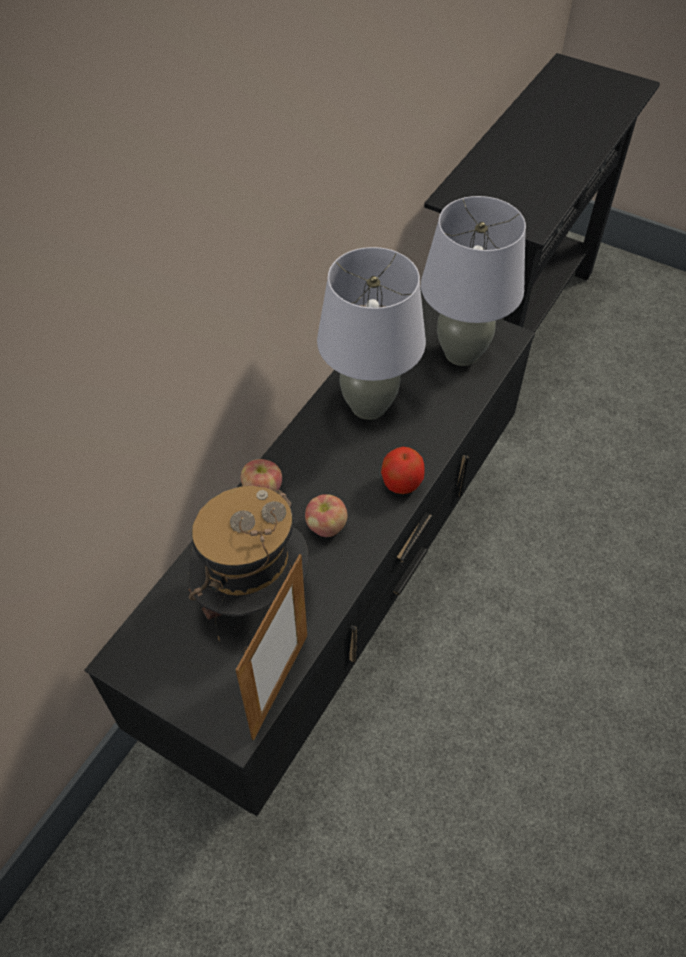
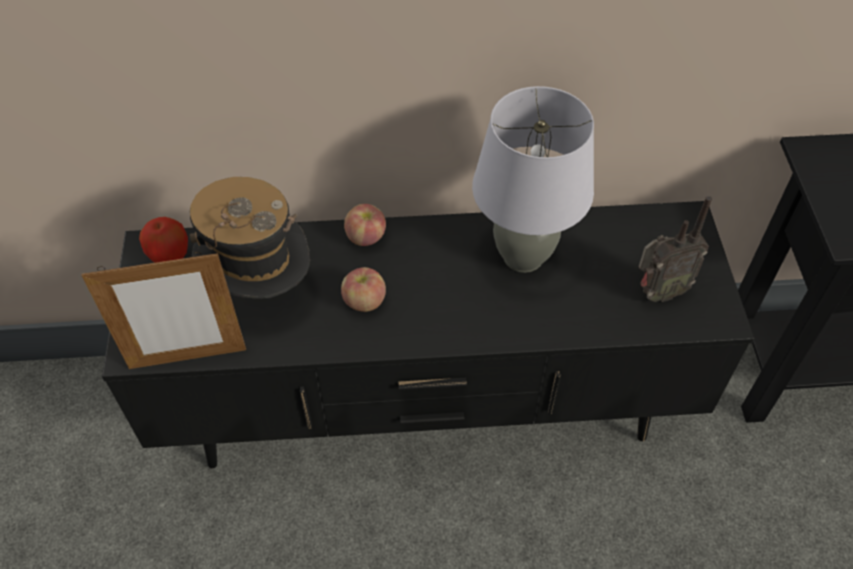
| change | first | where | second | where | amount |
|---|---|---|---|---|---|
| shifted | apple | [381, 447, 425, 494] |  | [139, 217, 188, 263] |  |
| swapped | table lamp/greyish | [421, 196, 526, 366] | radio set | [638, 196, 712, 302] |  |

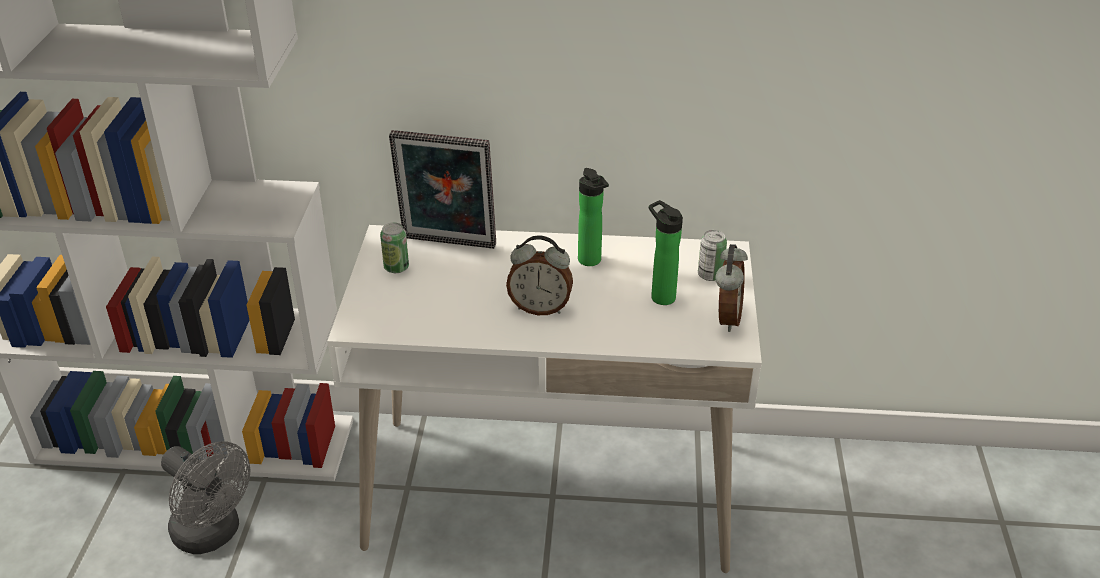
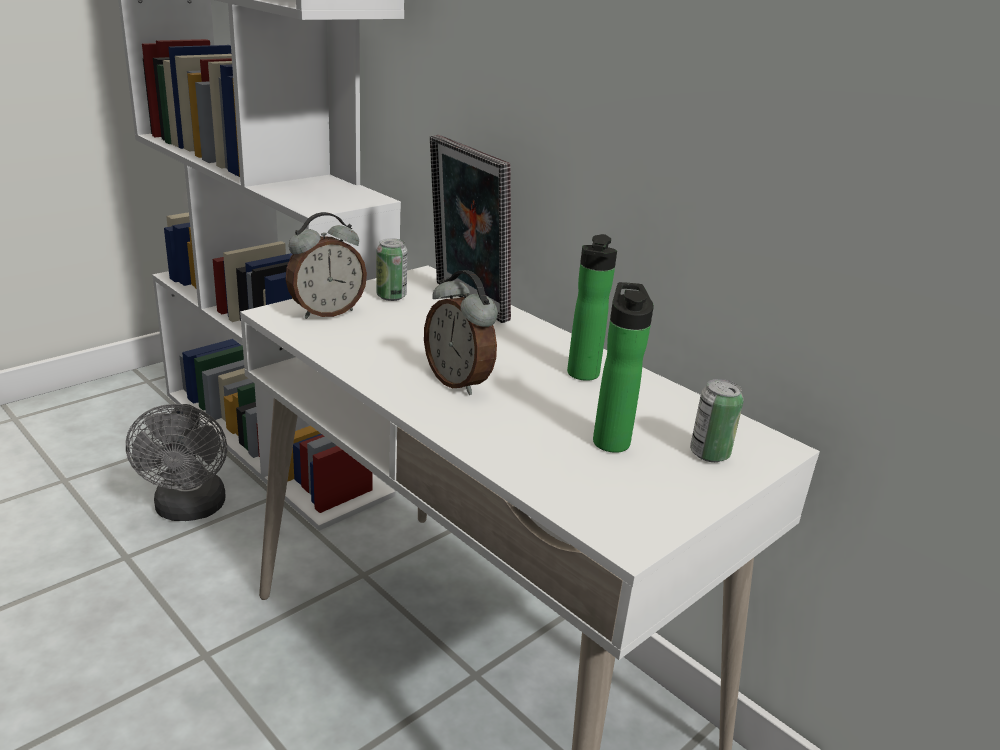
| change | first | where | second | where | amount |
|---|---|---|---|---|---|
| shifted | table clock | [715, 244, 748, 332] |  | [286, 212, 367, 319] |  |

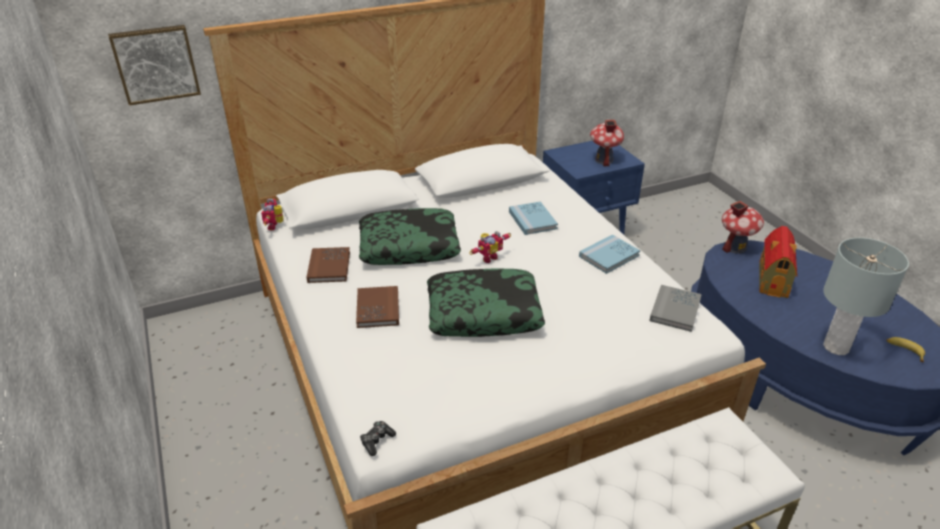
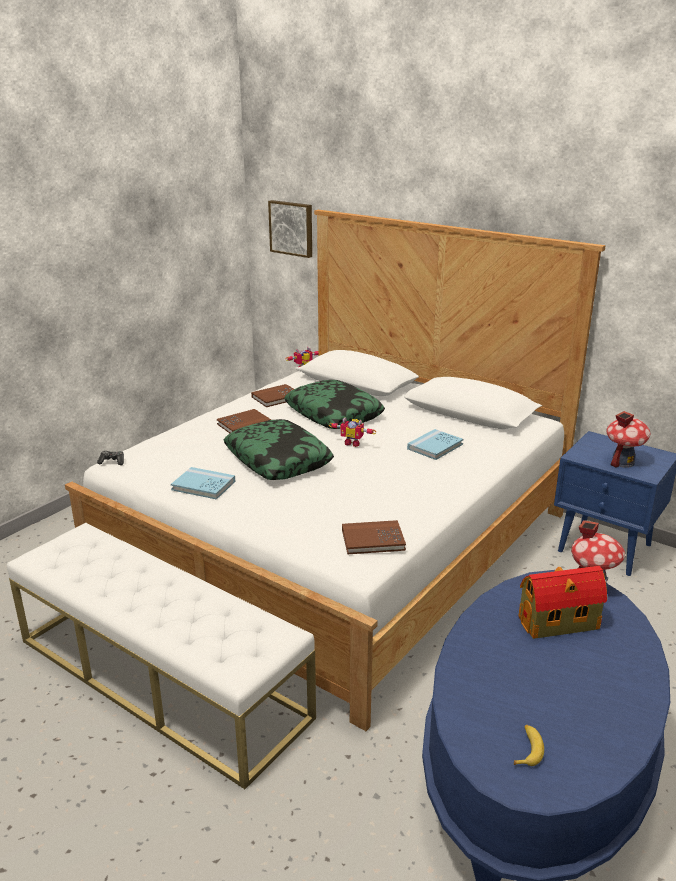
| change | first | where | second | where | amount |
|---|---|---|---|---|---|
| shifted | bound book/bluish | [579, 234, 640, 274] |  | [171, 467, 235, 500] |  |
| repainted | bound book/greyish | [649, 285, 702, 332] | bound book/brownish | [342, 520, 406, 554] |  |
| gone | table lamp/greyish | [823, 238, 909, 355] |  |  |  |

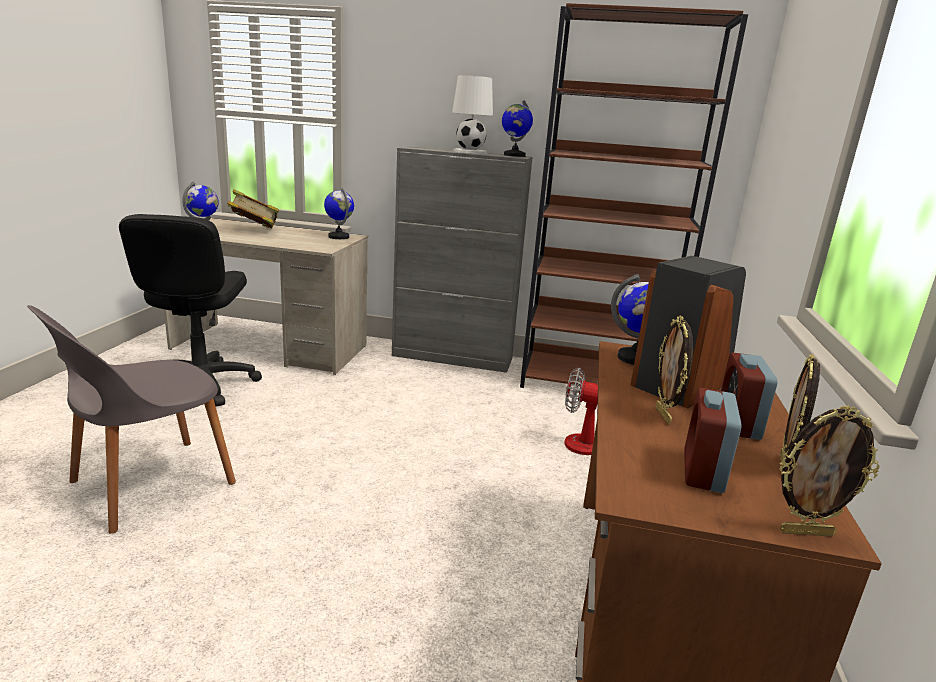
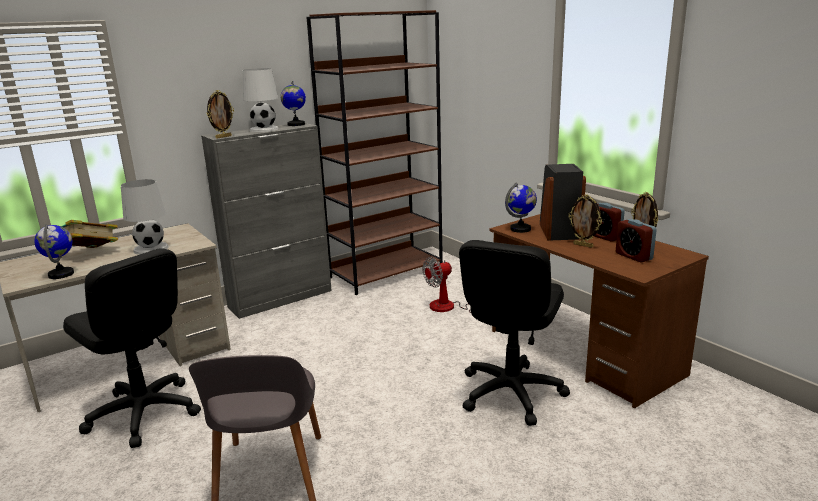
| change | first | where | second | where | amount |
|---|---|---|---|---|---|
| gone | world globe | [324, 188, 354, 239] |  |  |  |
| shifted | standing frame | [780, 406, 880, 537] |  | [207, 90, 234, 138] |  |
| new |  |  | table lamp/whitish | [121, 179, 169, 255] |  |
| new |  |  | computer chair/blackish | [459, 240, 570, 426] |  |

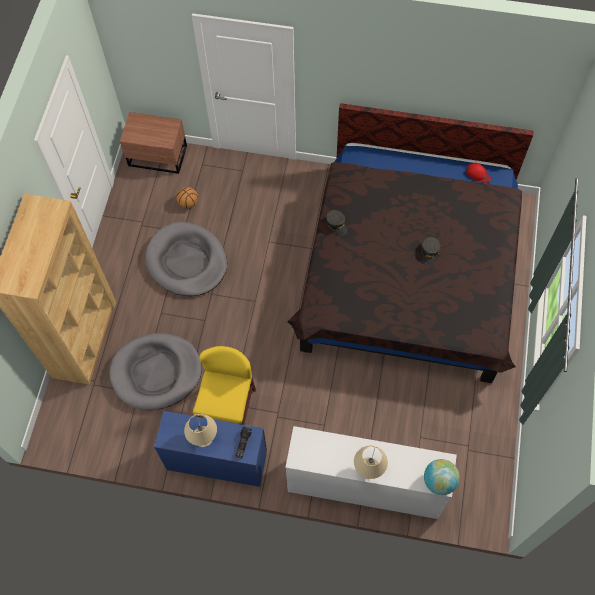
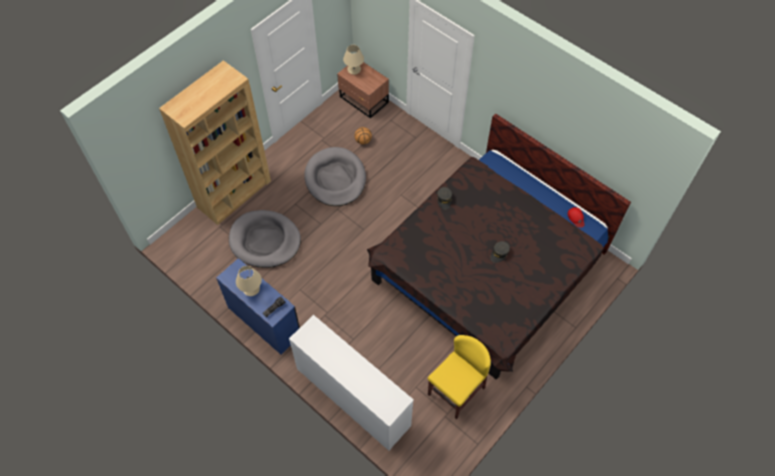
| change | first | where | second | where | amount |
|---|---|---|---|---|---|
| shifted | upright chair/yellowish | [193, 346, 256, 425] |  | [428, 335, 491, 419] |  |
| shifted | table lamp/beige-coloured | [354, 446, 388, 479] |  | [343, 45, 364, 75] |  |
| gone | world globe | [424, 459, 460, 495] |  |  |  |

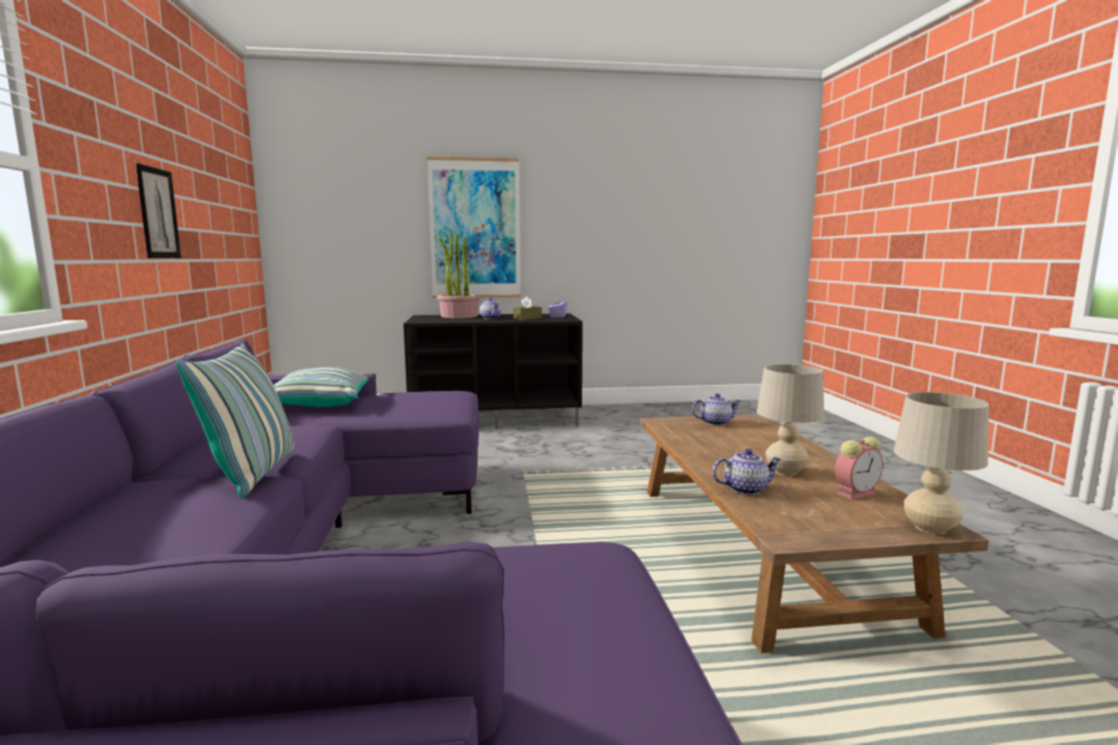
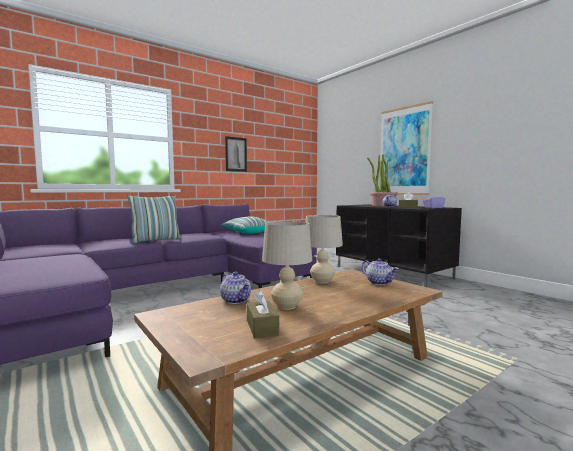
| change | first | where | second | where | amount |
|---|---|---|---|---|---|
| swapped | table clock | [835, 436, 883, 500] | tissue box/brownish | [247, 290, 279, 338] |  |
| shifted | table lamp/beige-coloured | [894, 392, 989, 534] |  | [306, 215, 343, 284] |  |

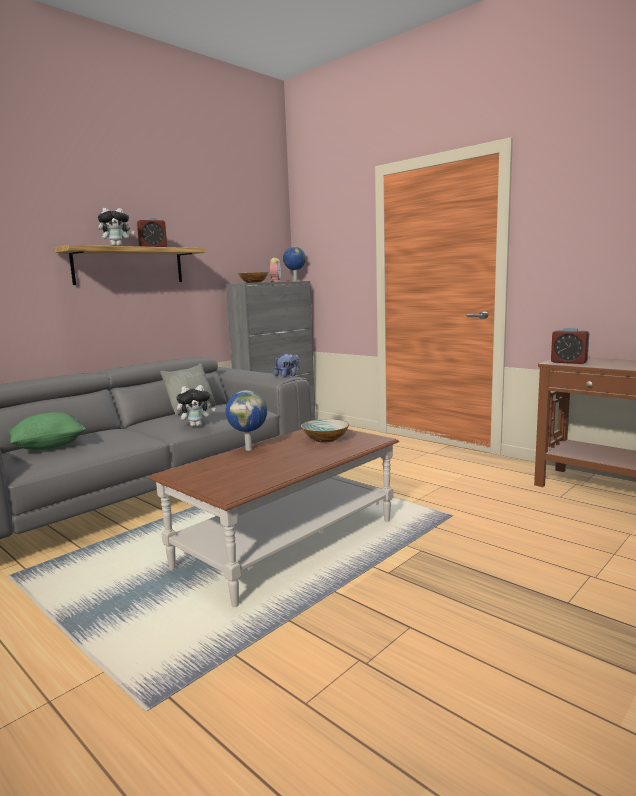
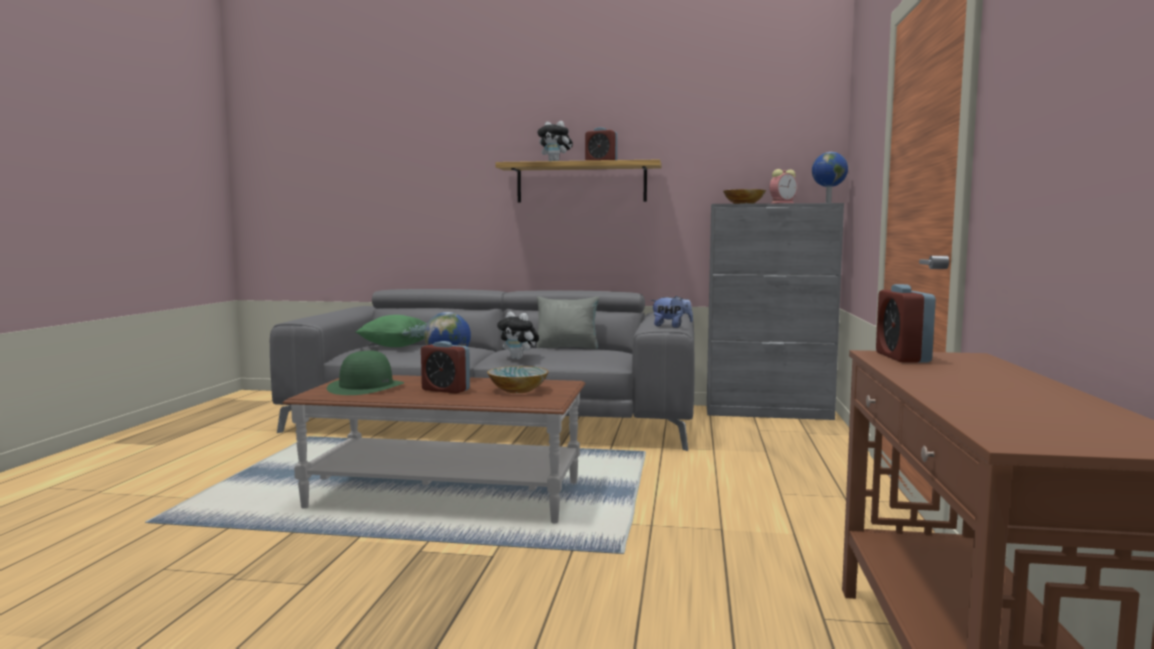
| change | first | where | second | where | amount |
|---|---|---|---|---|---|
| new |  |  | clothing hat/green-coloured | [327, 351, 404, 395] |  |
| new |  |  | table clock | [421, 341, 470, 394] |  |

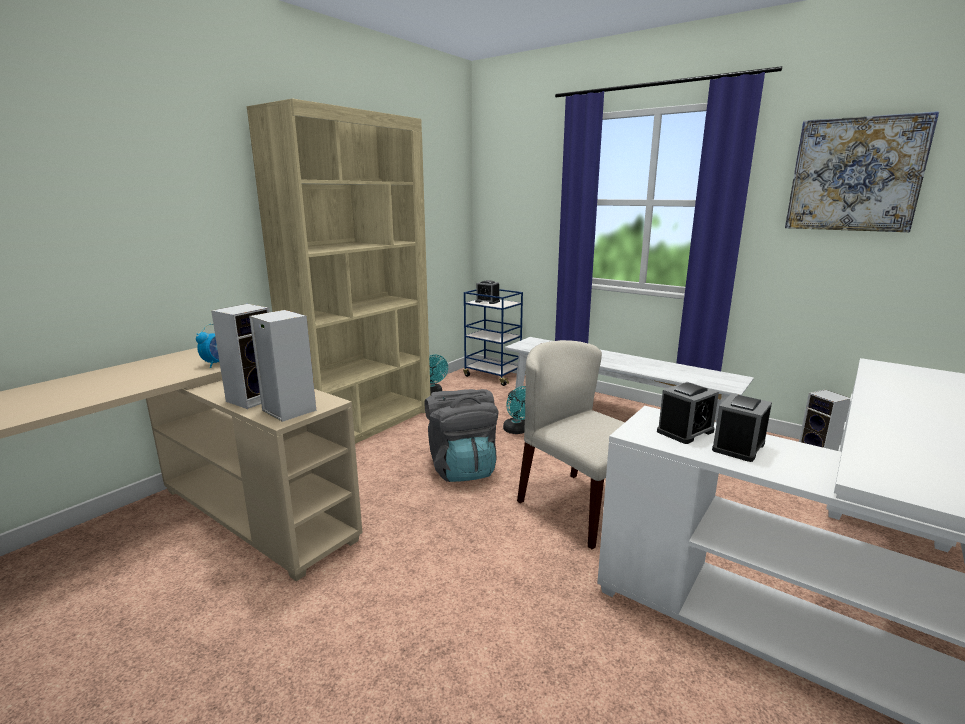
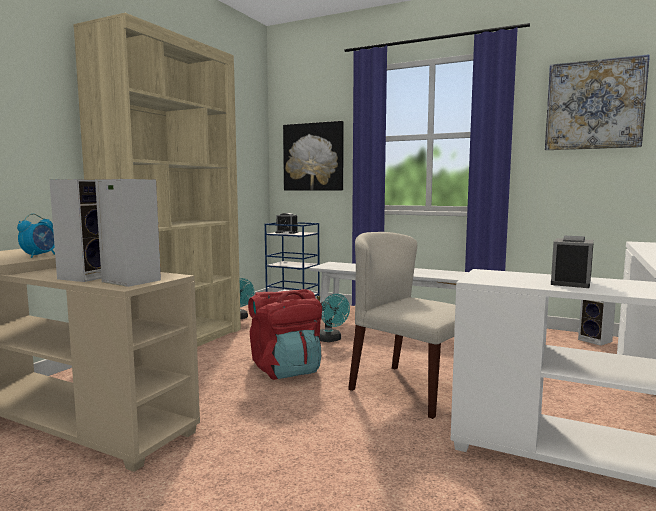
| change | first | where | second | where | amount |
|---|---|---|---|---|---|
| repainted | knapsack/greyish | [425, 389, 499, 482] | knapsack/red-coloured | [248, 289, 322, 380] |  |
| gone | table clock | [657, 382, 719, 444] |  |  |  |
| new |  |  | picture | [283, 121, 344, 191] |  |

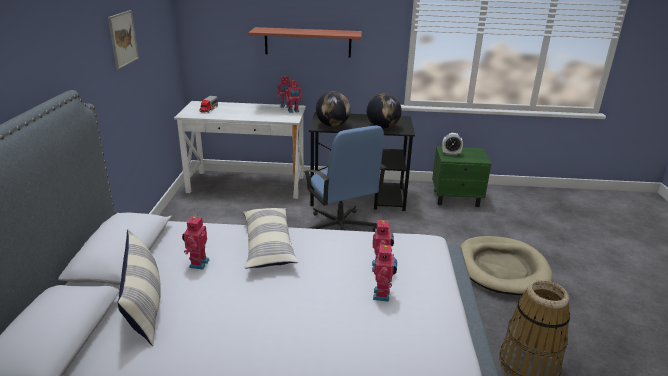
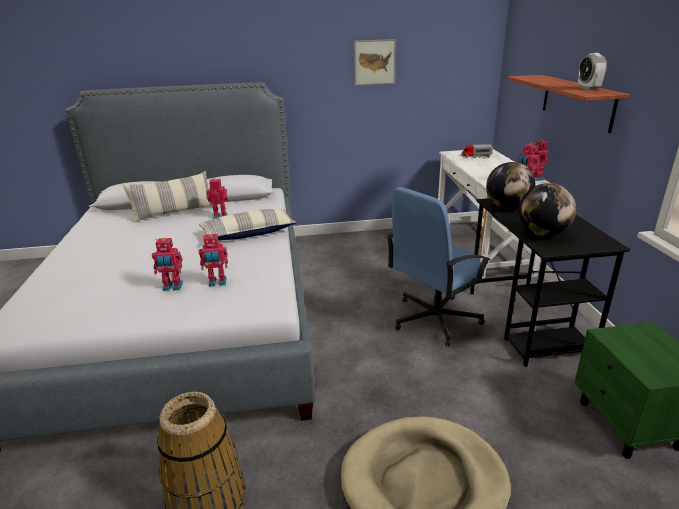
| change | first | where | second | where | amount |
|---|---|---|---|---|---|
| shifted | table clock | [442, 133, 463, 155] |  | [578, 53, 607, 90] |  |

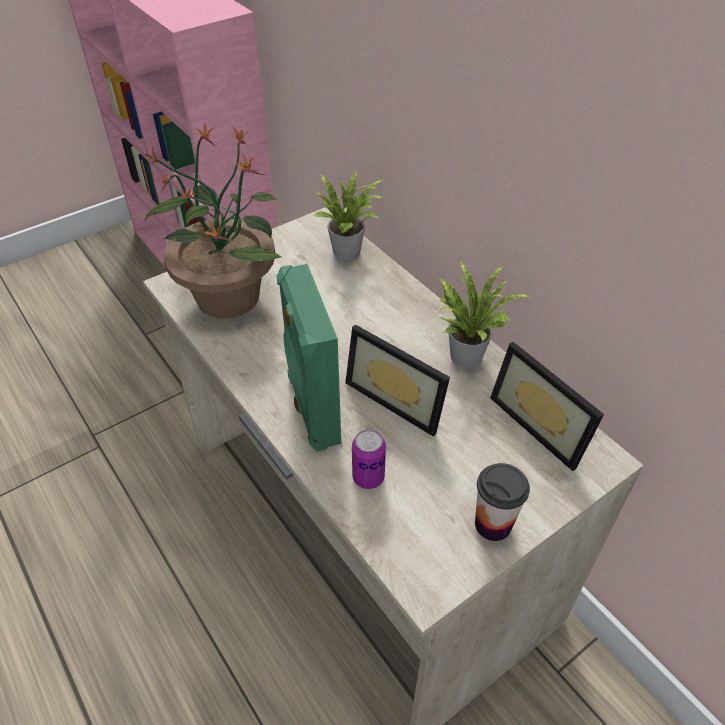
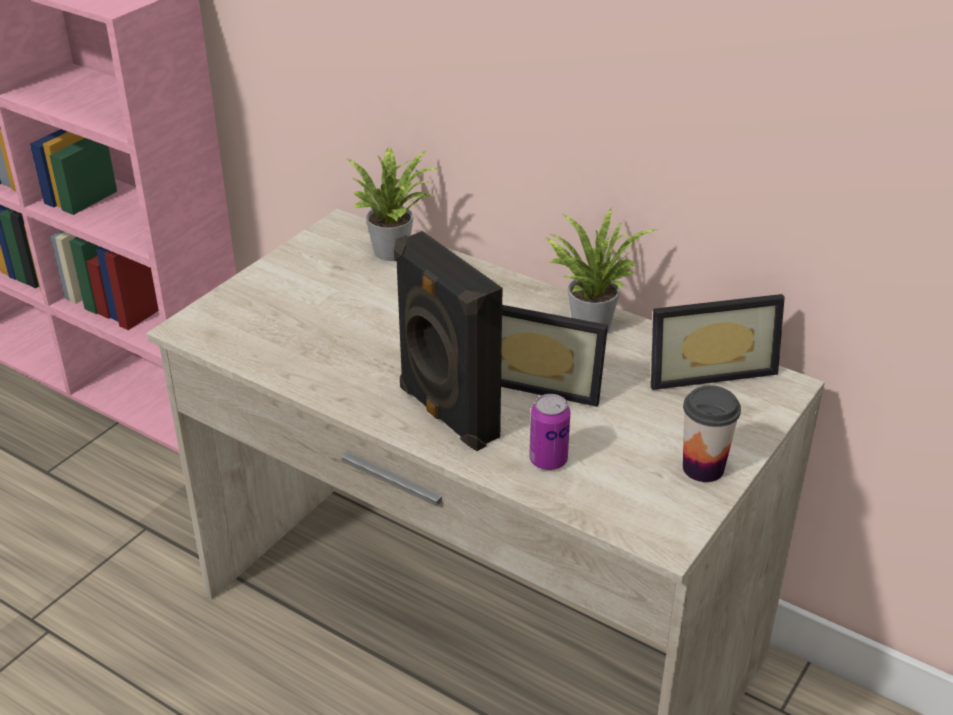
| change | first | where | second | where | amount |
|---|---|---|---|---|---|
| gone | houseplant | [141, 122, 283, 319] |  |  |  |
| repainted | audio speaker/green-coloured | [277, 264, 341, 452] | audio speaker/blackish | [394, 231, 502, 451] |  |
| rotated | standing frame | [490, 342, 604, 471] |  | [651, 294, 785, 390] | 45 degrees counterclockwise |

